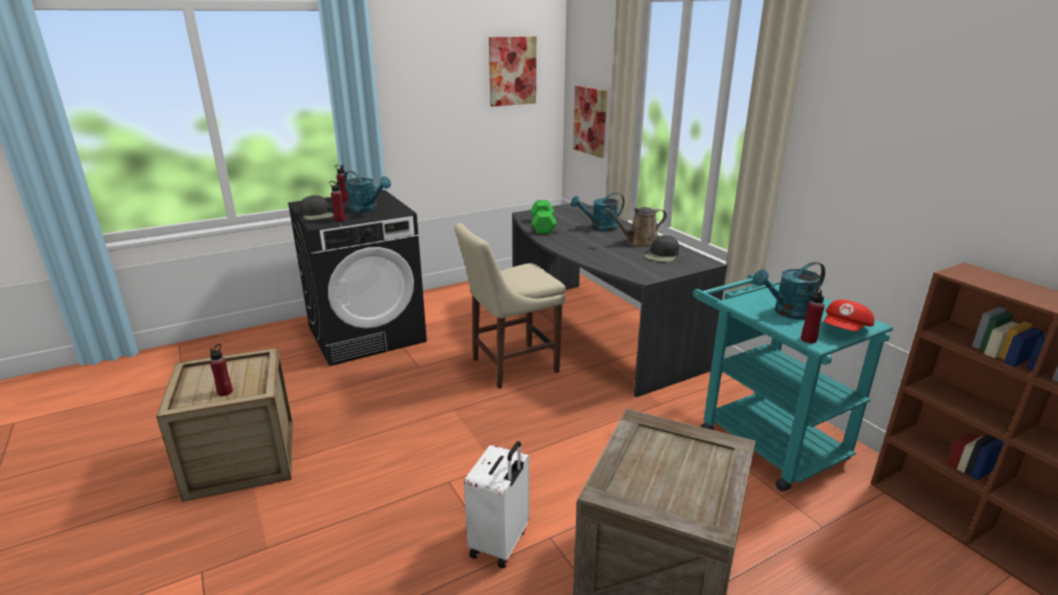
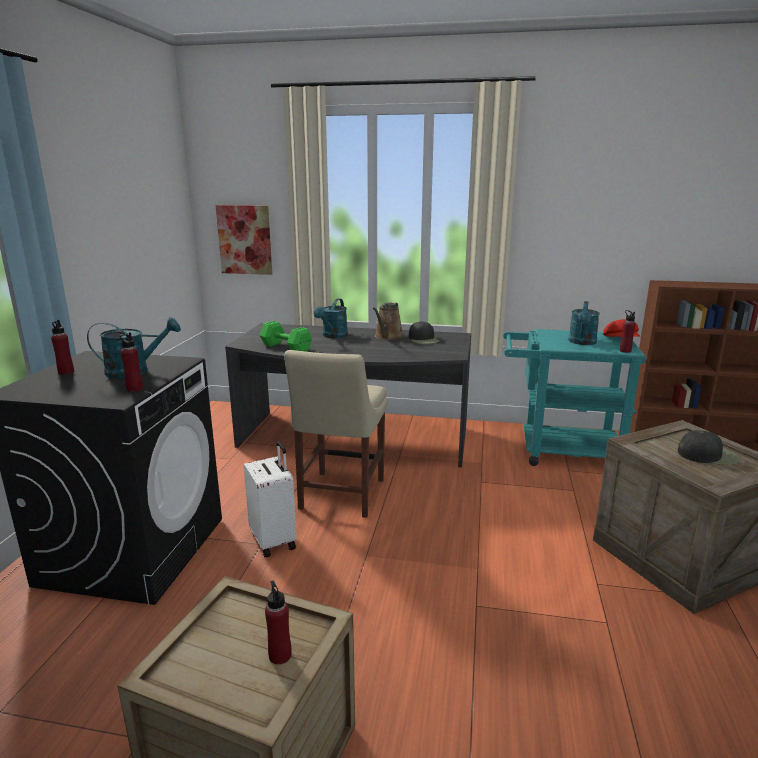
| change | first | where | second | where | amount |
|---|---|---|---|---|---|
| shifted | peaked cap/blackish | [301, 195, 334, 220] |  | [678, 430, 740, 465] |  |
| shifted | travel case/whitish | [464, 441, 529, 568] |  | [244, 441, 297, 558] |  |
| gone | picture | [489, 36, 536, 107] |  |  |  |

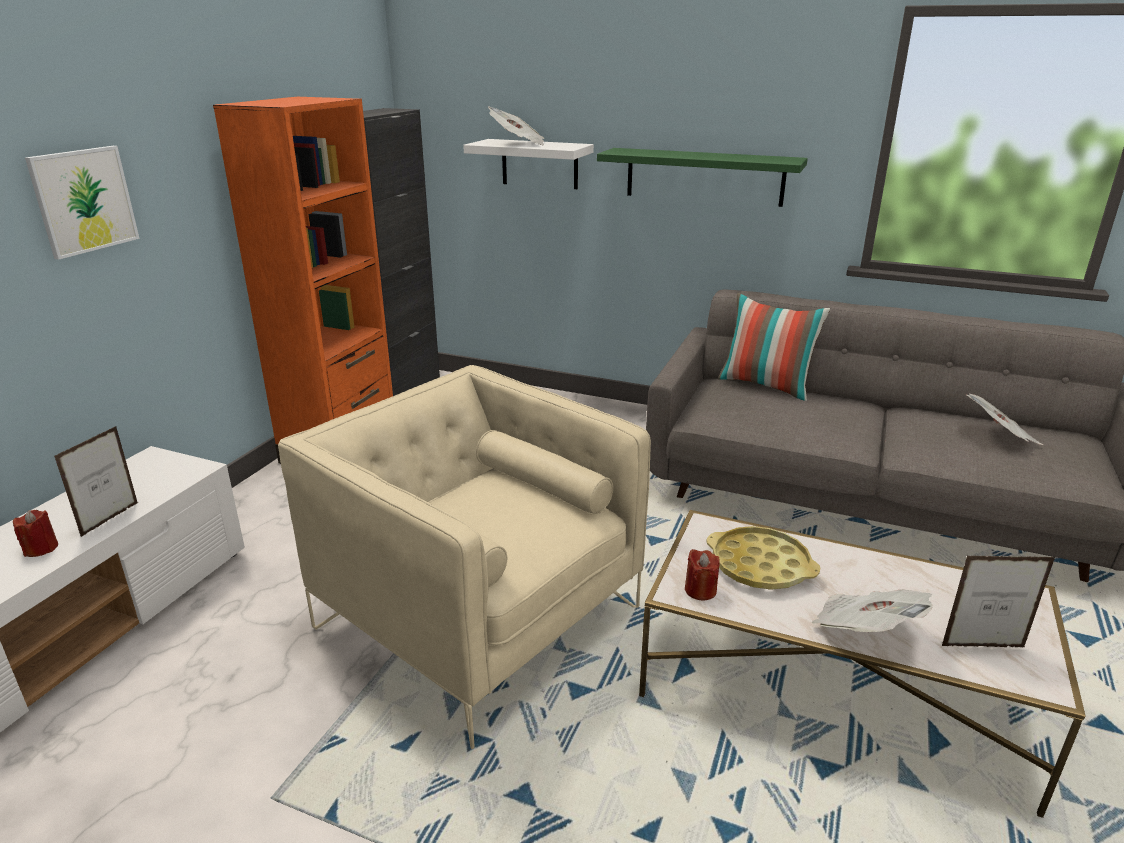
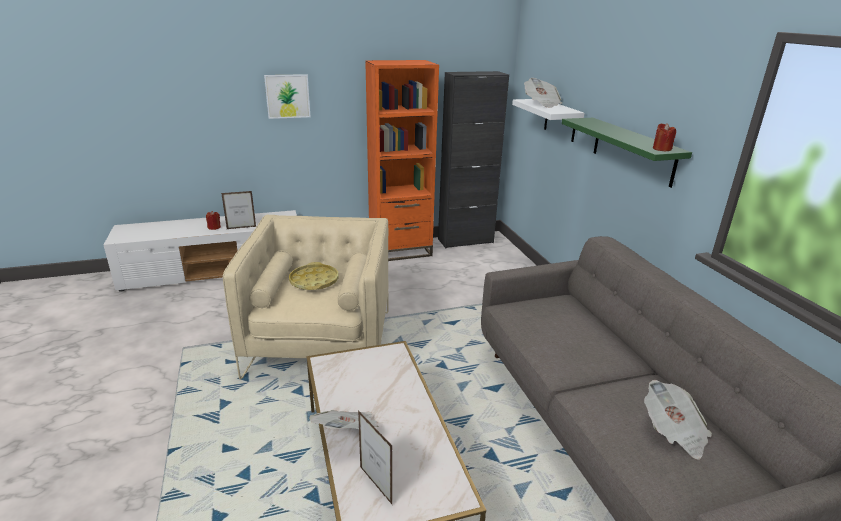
| change | first | where | second | where | amount |
|---|---|---|---|---|---|
| shifted | wax candle/red-coloured | [685, 549, 720, 601] |  | [653, 123, 676, 151] |  |
| shifted | serving tray/yellowish | [706, 526, 820, 590] |  | [289, 262, 338, 290] |  |
| gone | pillow | [718, 293, 830, 401] |  |  |  |

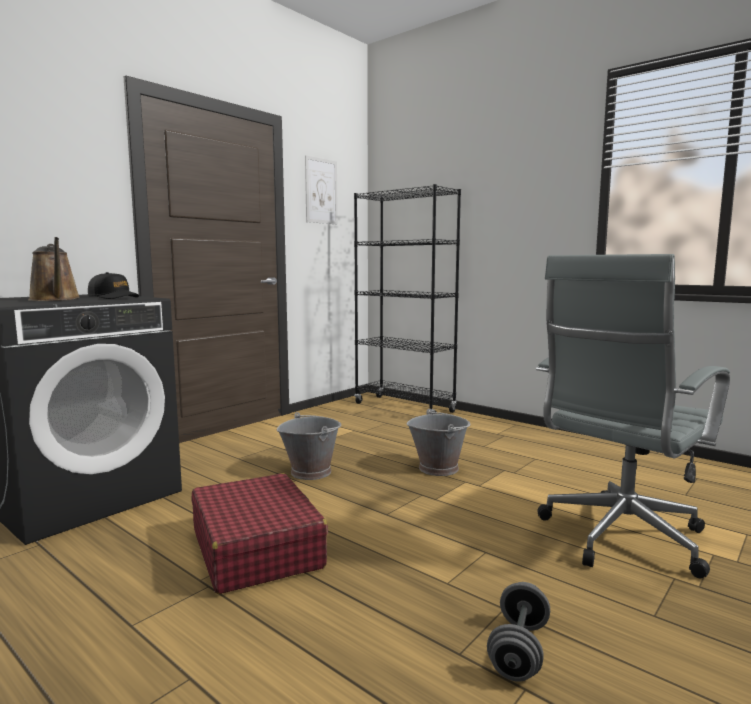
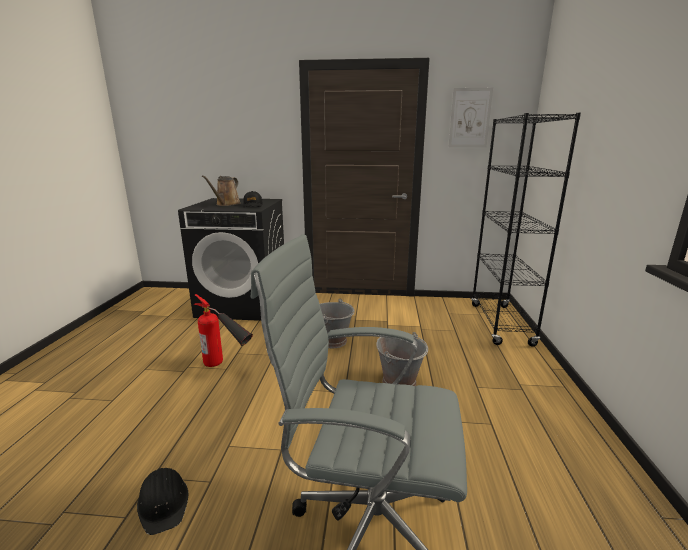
| change | first | where | second | where | amount |
|---|---|---|---|---|---|
| swapped | travel case/red-coloured | [191, 473, 328, 594] | extinguisher | [194, 294, 253, 367] |  |
| swapped | hand weight/greyish | [487, 582, 550, 681] | hard hat/blackish | [137, 468, 188, 535] |  |

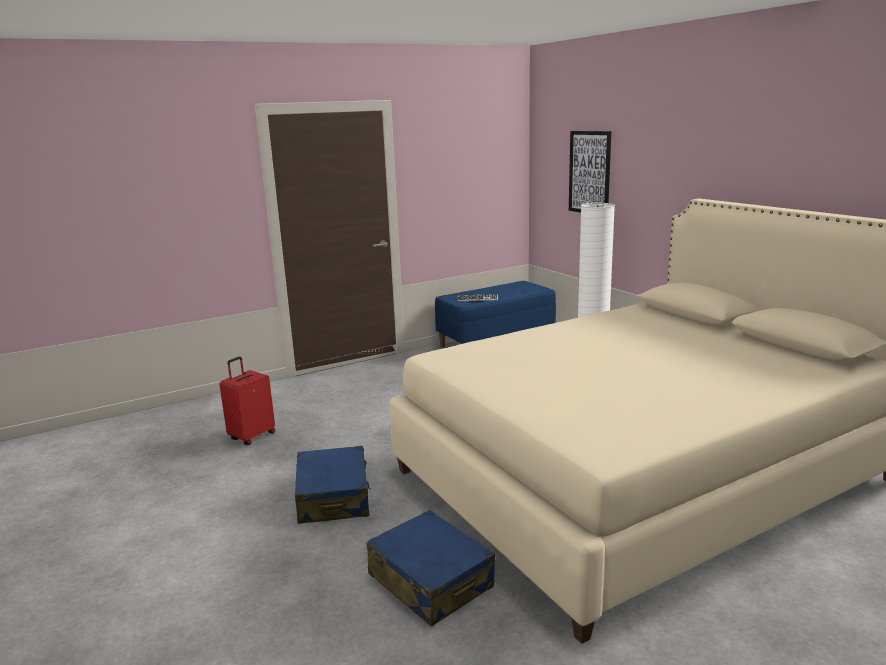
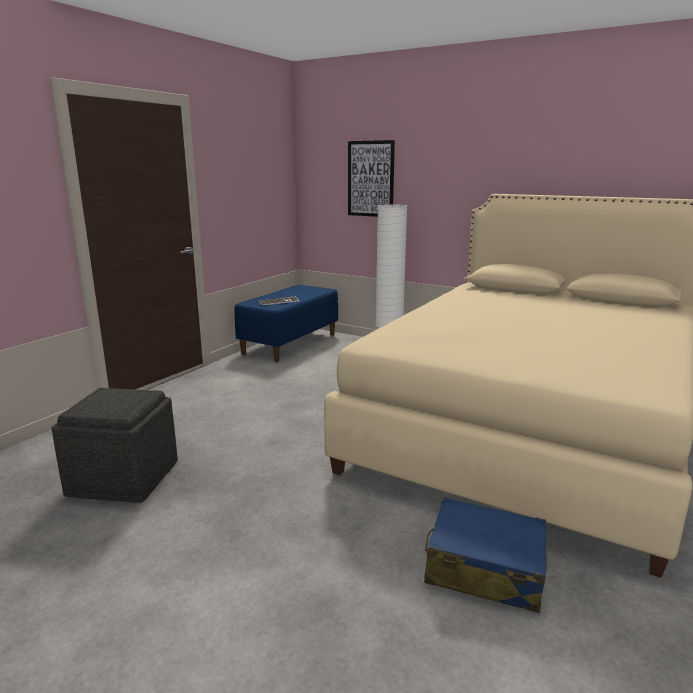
| change | first | where | second | where | amount |
|---|---|---|---|---|---|
| swapped | travel case/red-coloured | [219, 357, 275, 445] | ottoman/greyish | [51, 388, 178, 503] |  |
| gone | travel case/bluish | [295, 446, 371, 524] |  |  |  |

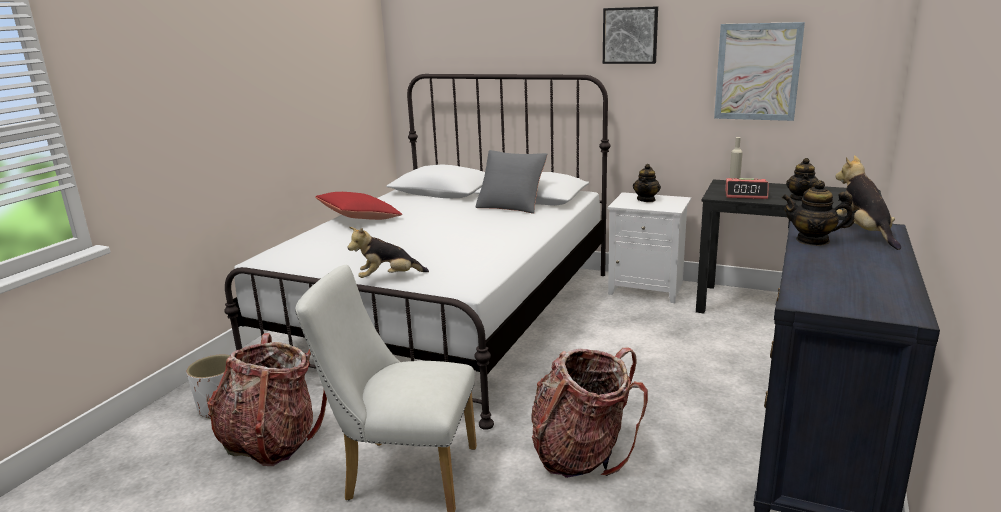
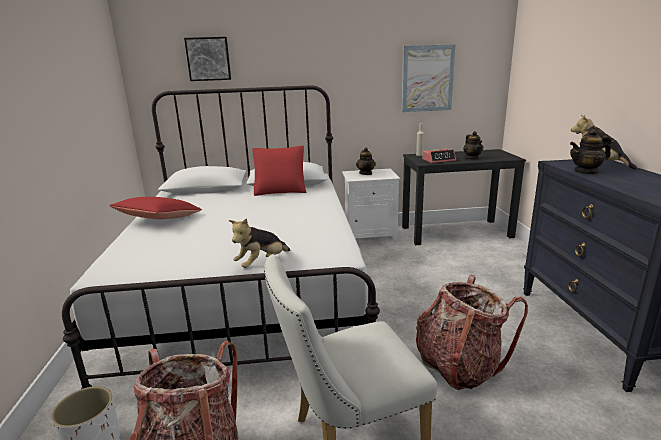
| change | first | where | second | where | amount |
|---|---|---|---|---|---|
| repainted | pillow/greyish | [476, 150, 547, 214] | pillow/red-coloured | [252, 146, 306, 196] |  |
| shifted | picture | [603, 6, 658, 64] |  | [184, 37, 231, 81] |  |

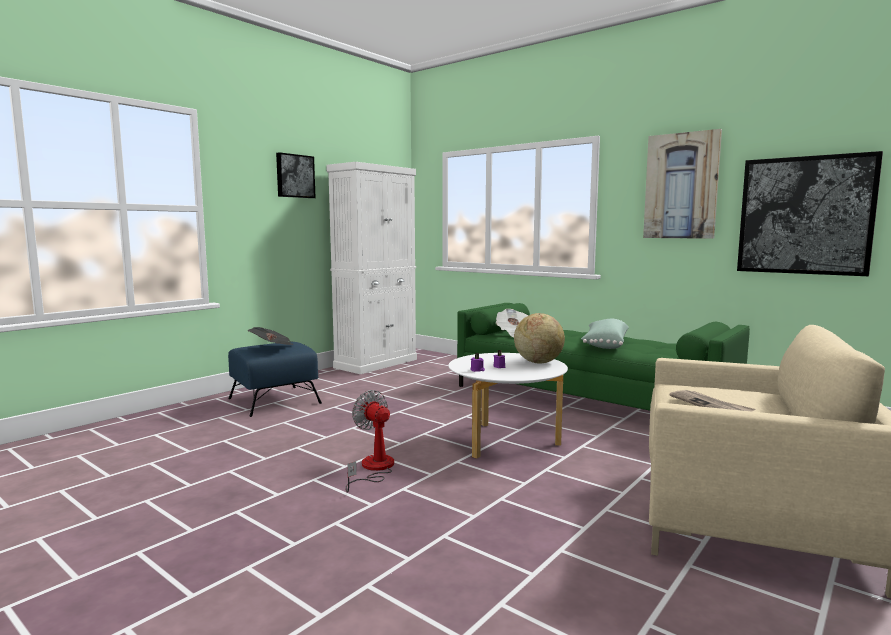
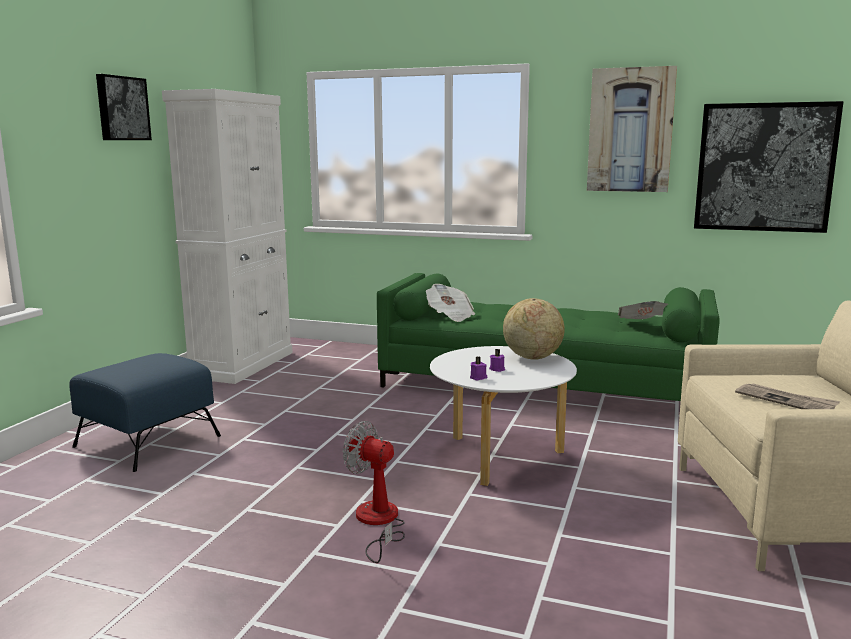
| change | first | where | second | where | amount |
|---|---|---|---|---|---|
| shifted | daily paper | [248, 327, 293, 345] |  | [618, 301, 668, 319] |  |
| gone | pillow/green-coloured | [581, 319, 629, 349] |  |  |  |

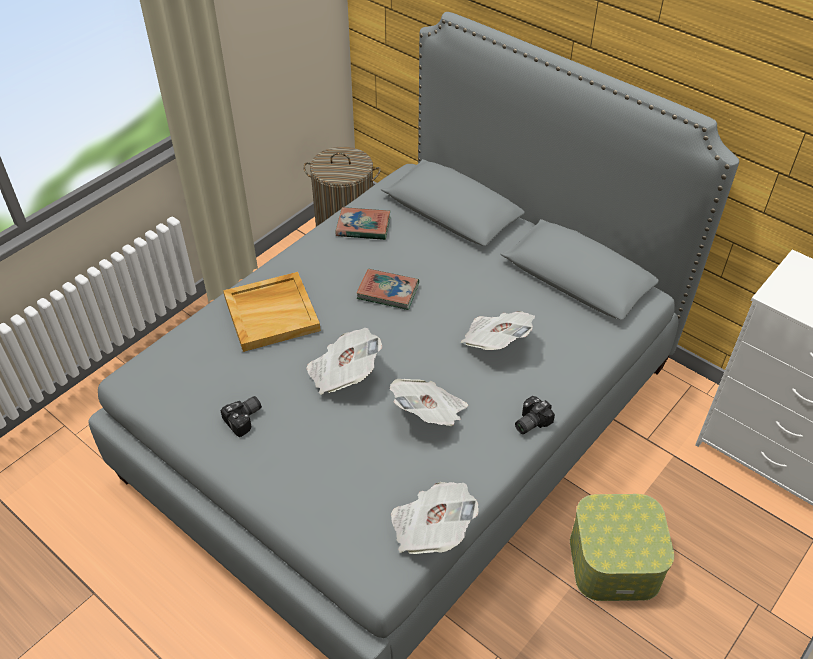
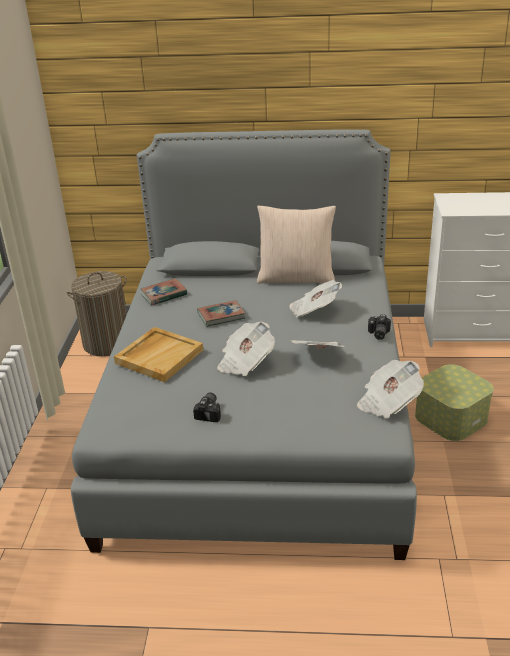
| change | first | where | second | where | amount |
|---|---|---|---|---|---|
| new |  |  | pillow/beige-coloured | [257, 206, 336, 284] |  |

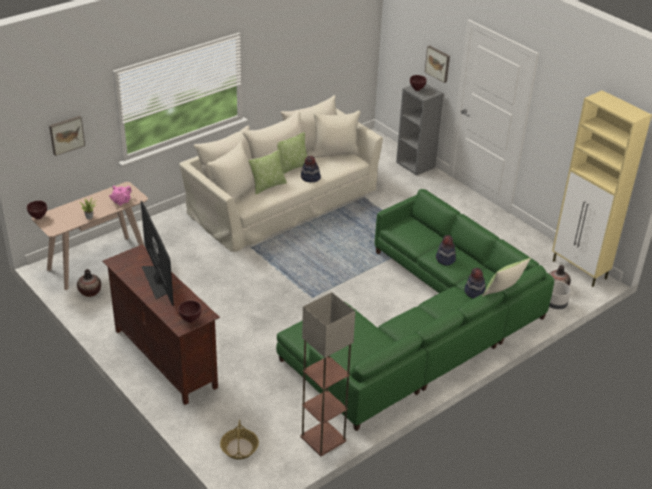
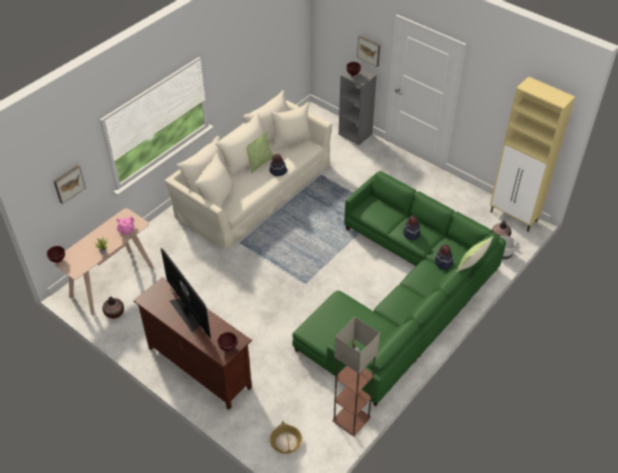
| change | first | where | second | where | amount |
|---|---|---|---|---|---|
| gone | pillow | [248, 149, 287, 195] |  |  |  |

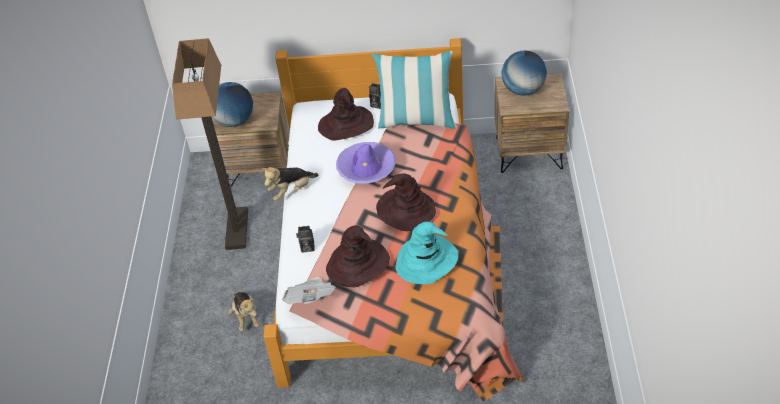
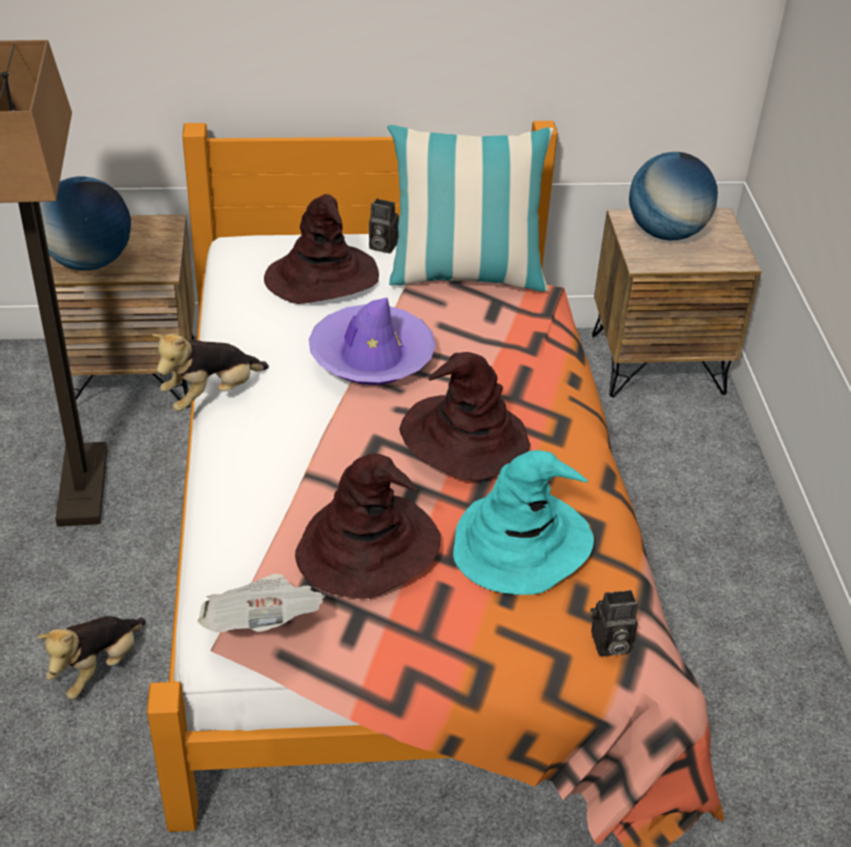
| change | first | where | second | where | amount |
|---|---|---|---|---|---|
| rotated | soft toy | [228, 292, 260, 331] |  | [37, 616, 146, 700] | 60 degrees clockwise |
| shifted | still camera | [296, 226, 315, 253] |  | [590, 590, 638, 656] |  |

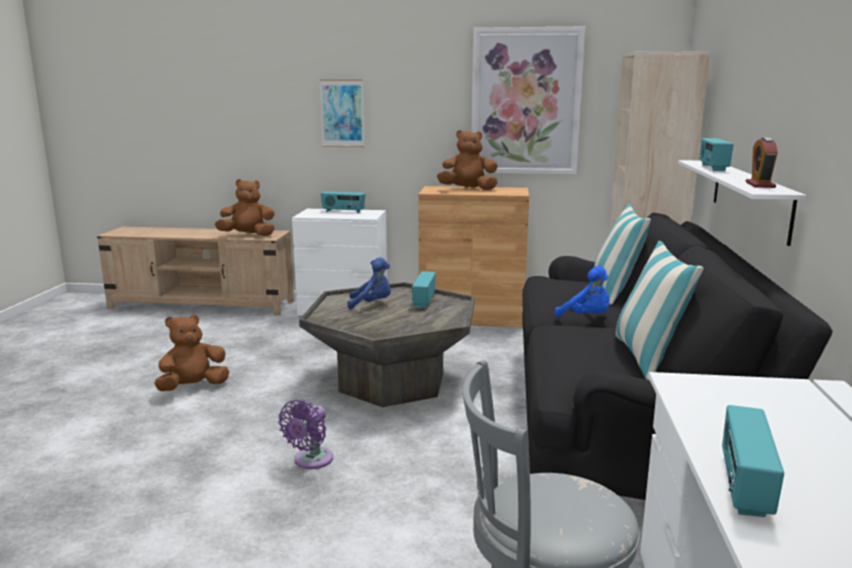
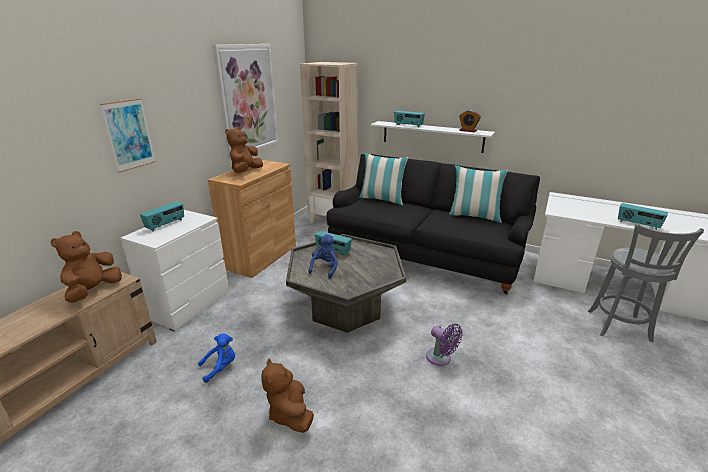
| change | first | where | second | where | amount |
|---|---|---|---|---|---|
| shifted | soft toy/bluish | [555, 266, 610, 317] |  | [198, 333, 235, 383] |  |

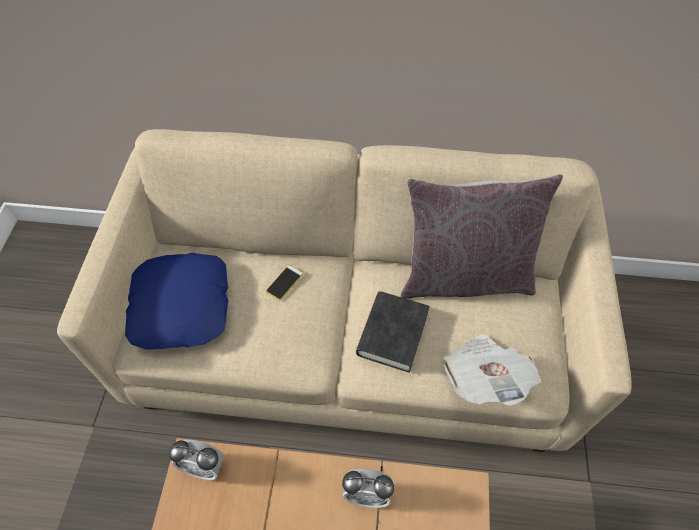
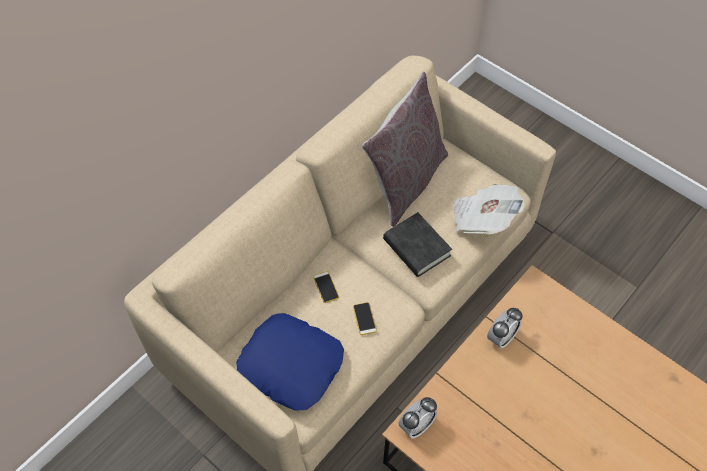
| change | first | where | second | where | amount |
|---|---|---|---|---|---|
| new |  |  | telephone | [353, 302, 377, 335] |  |

